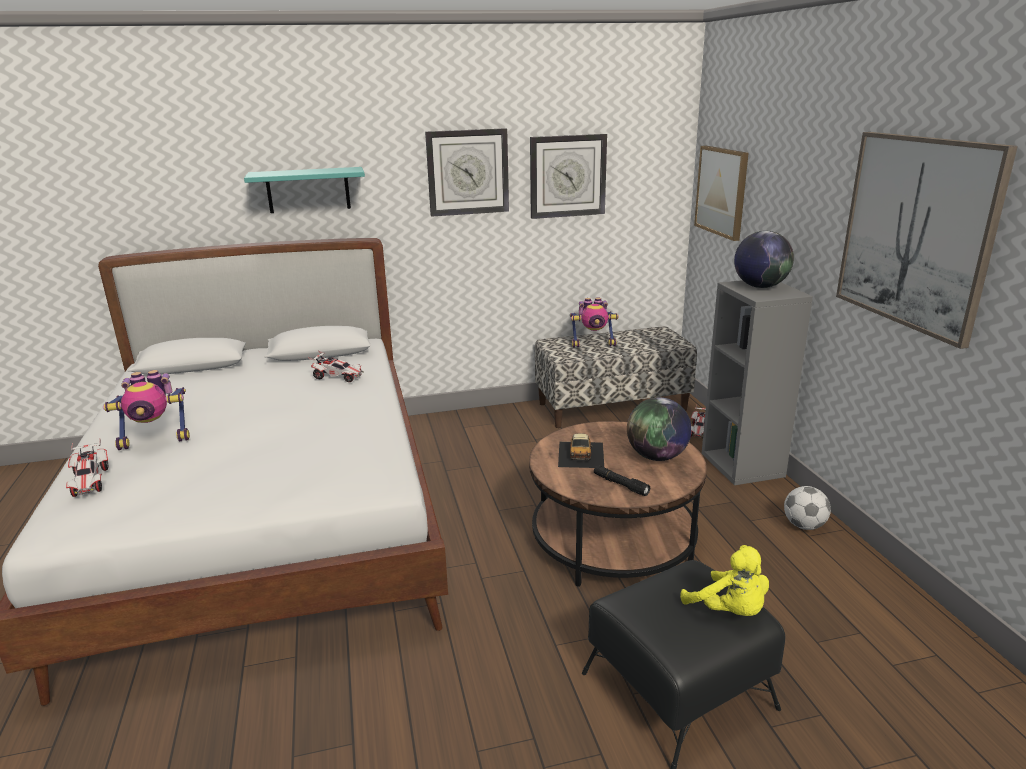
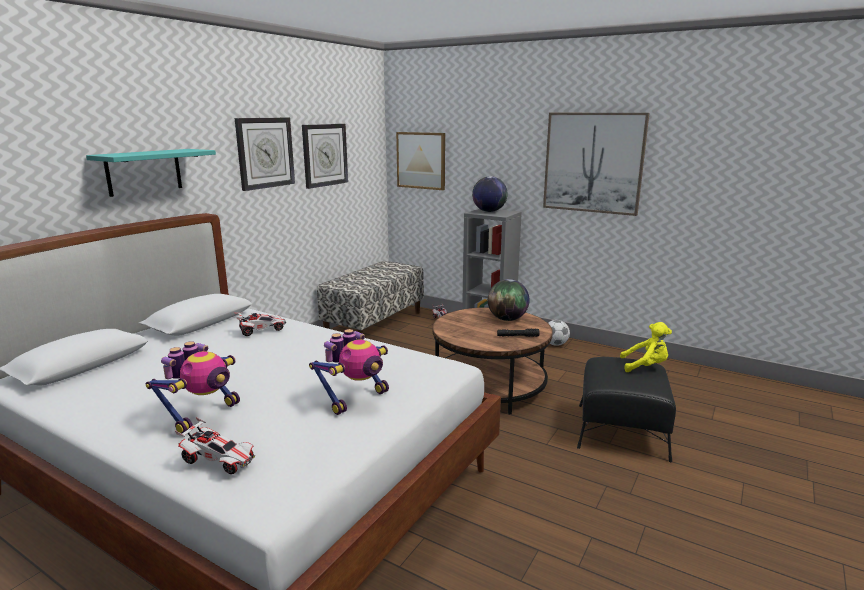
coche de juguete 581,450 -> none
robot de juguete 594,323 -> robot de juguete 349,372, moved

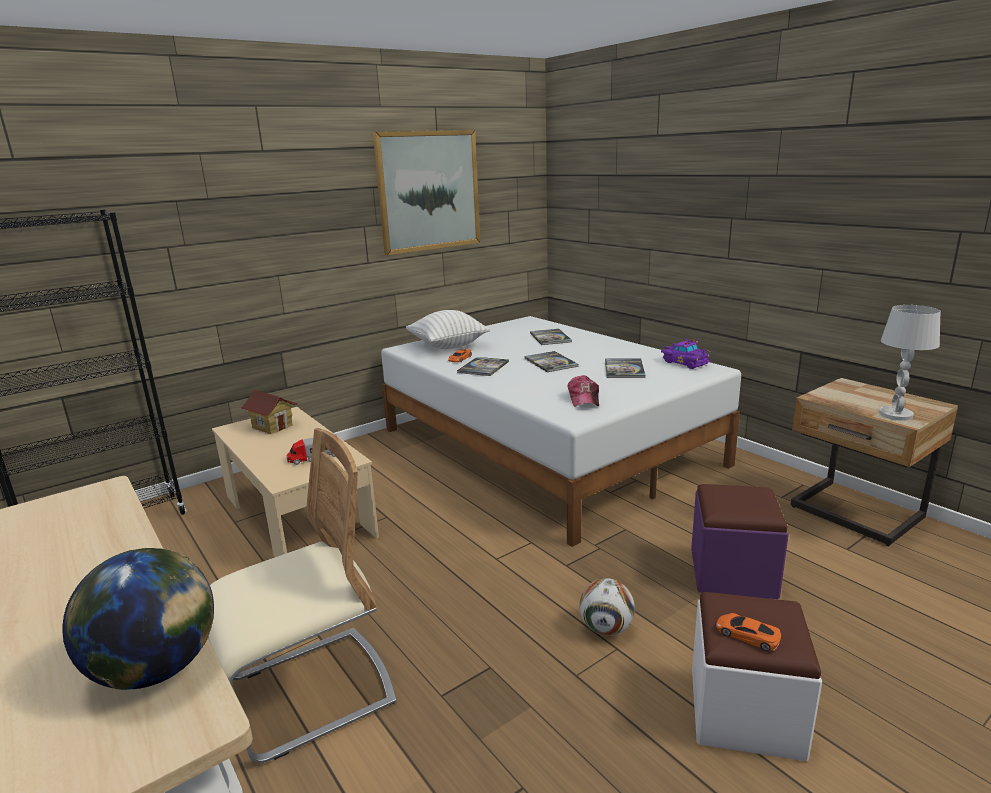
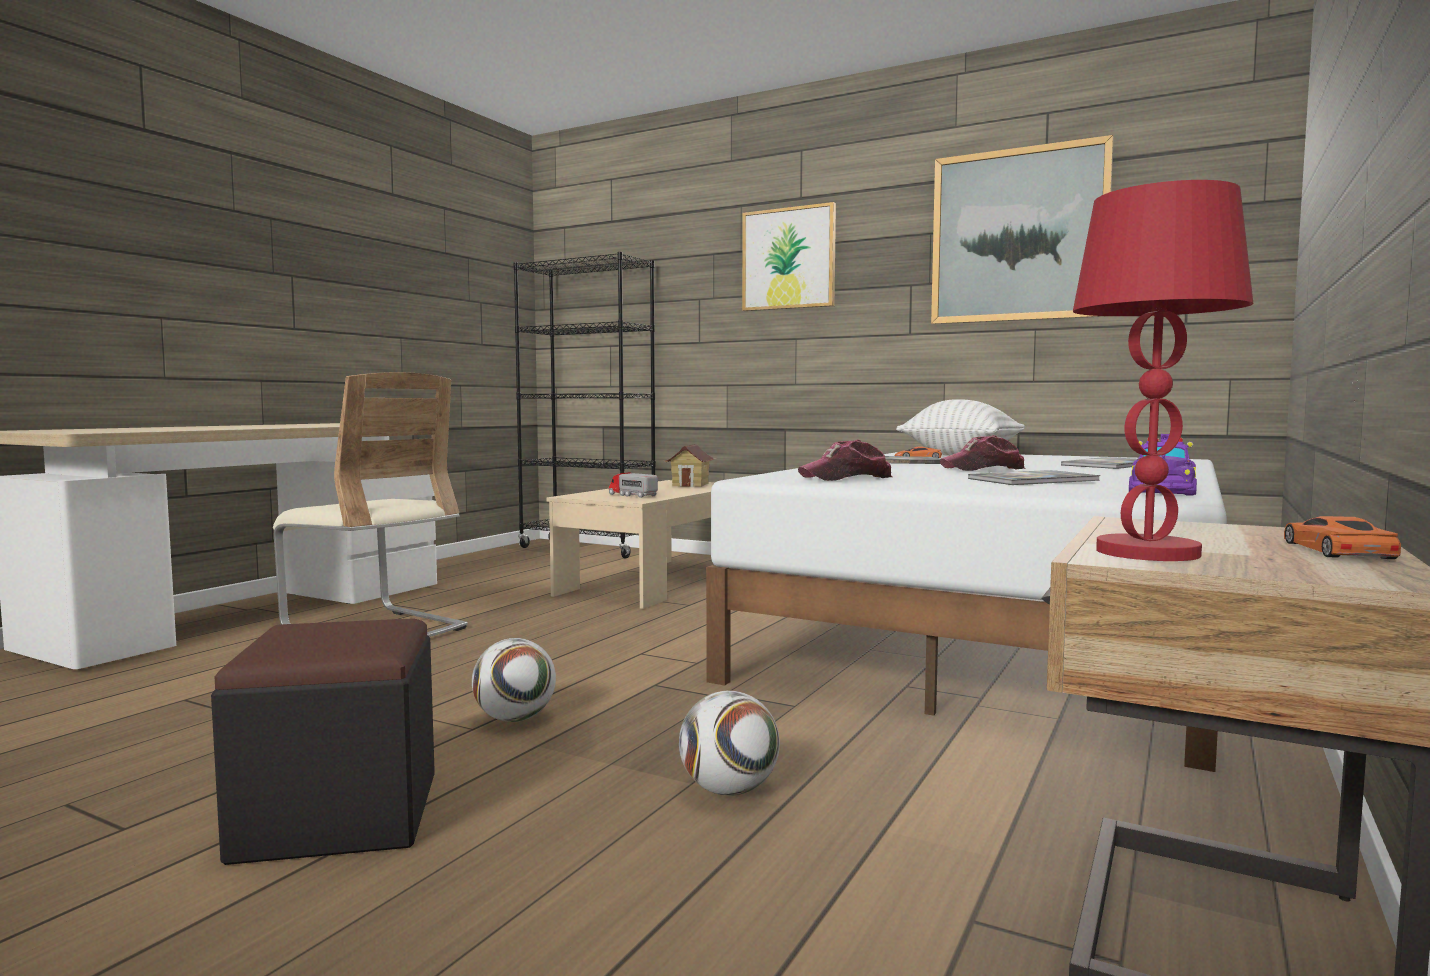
globo terráqueo 138,619 -> none
none -> cuadro 789,256
coche de juguete/naranja 748,632 -> coche de juguete/naranja 1342,537, moved
libro 551,361 -> gorra 983,453
puf/morado 740,541 -> balón de fútbol 729,743
puf/blanco 757,676 -> puf/negro 323,741
lámpara de mesa/blanco 909,363 -> lámpara de mesa/rojo 1163,370

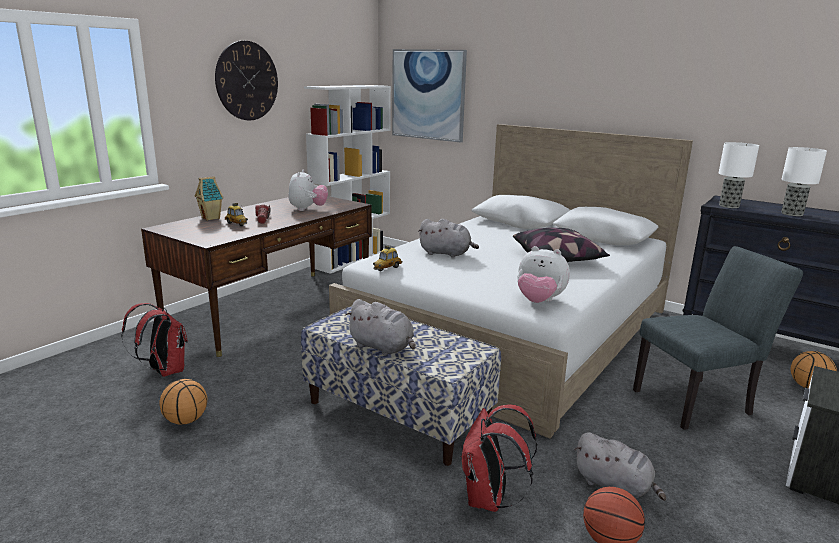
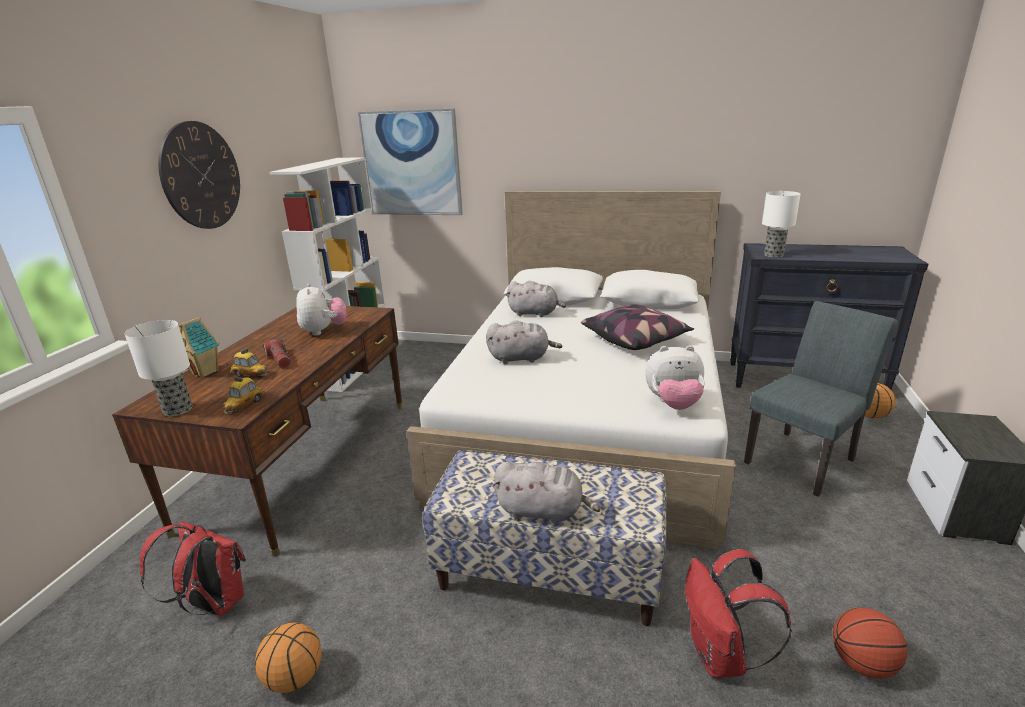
coche de juguete 387,258 -> coche de juguete 244,395, moved
peluche/gris 620,466 -> peluche/gris 536,298, moved
lámpara de mesa 804,181 -> lámpara de mesa 158,368, moved

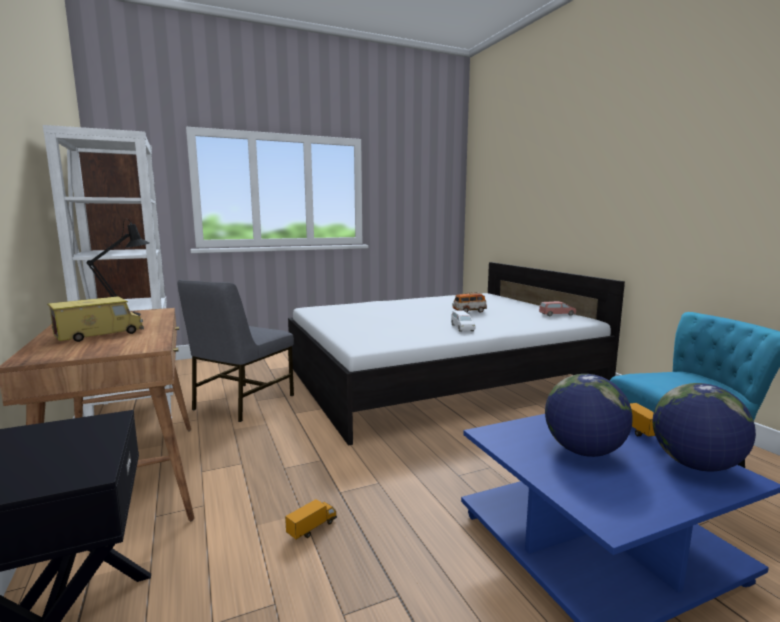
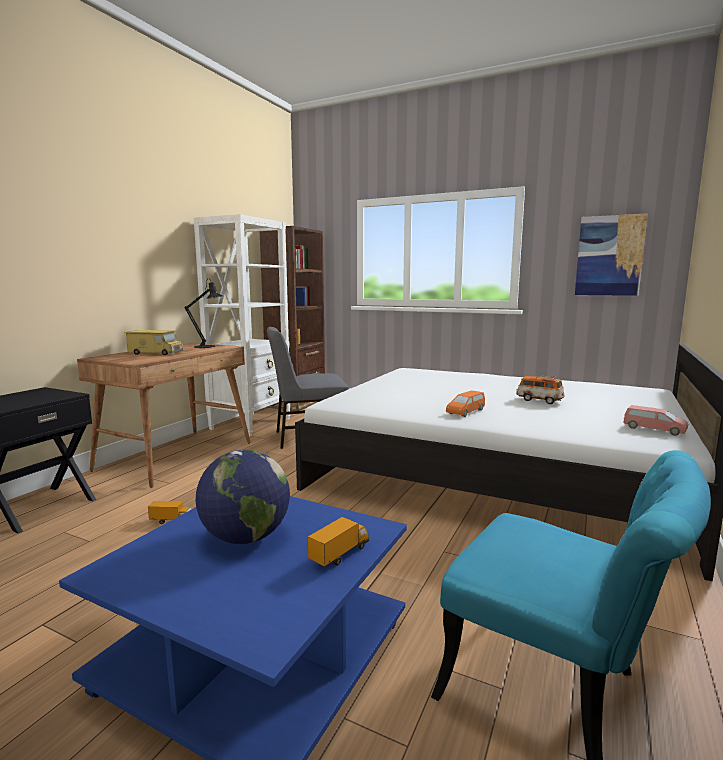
globo terráqueo 704,427 -> none
none -> cuadro 611,254
coche de juguete/blanco 463,321 -> coche de juguete/naranja 465,403

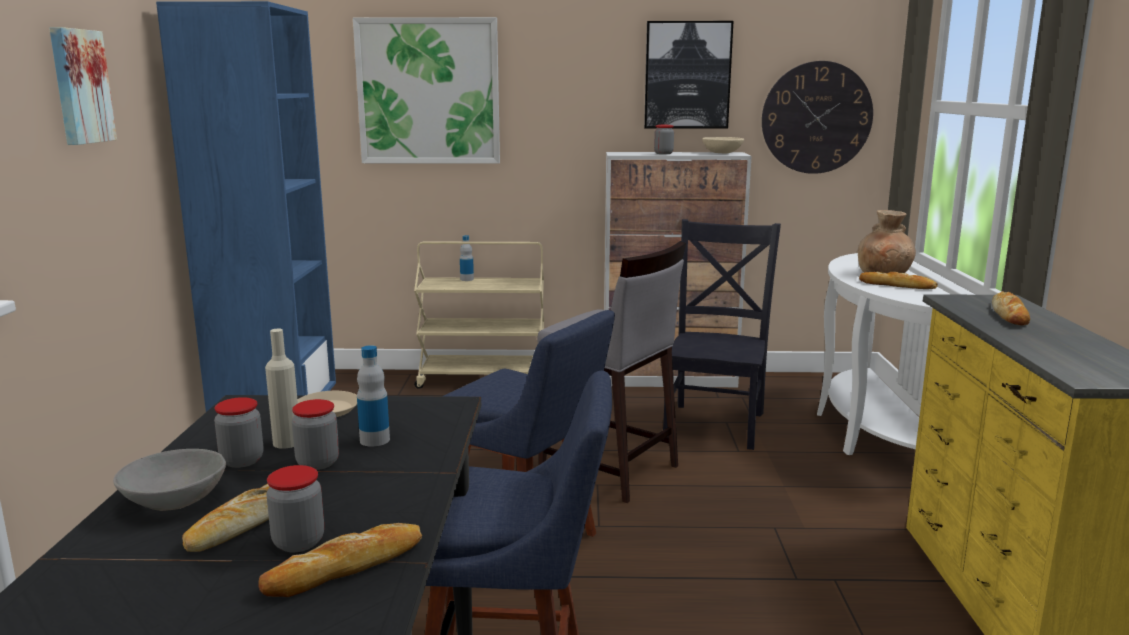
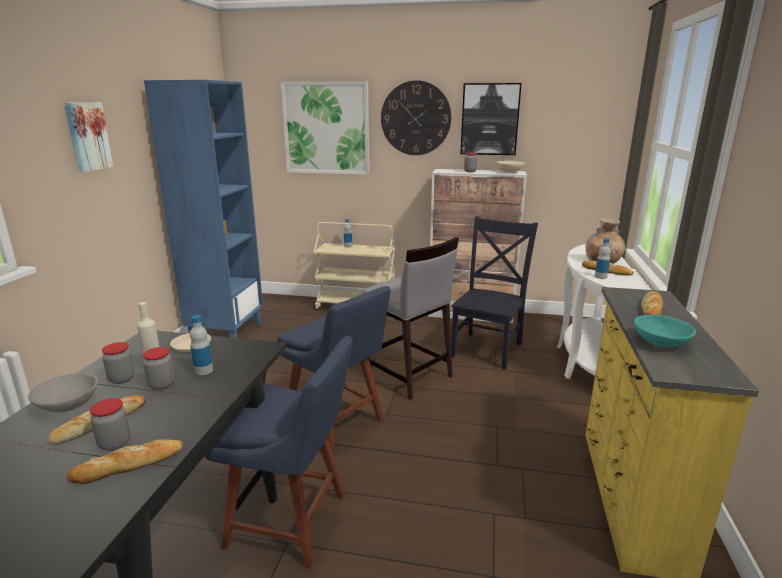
none -> botella 603,258
none -> cuenco/turquesa 665,331
reloj de pared 817,117 -> reloj de pared 416,117, moved

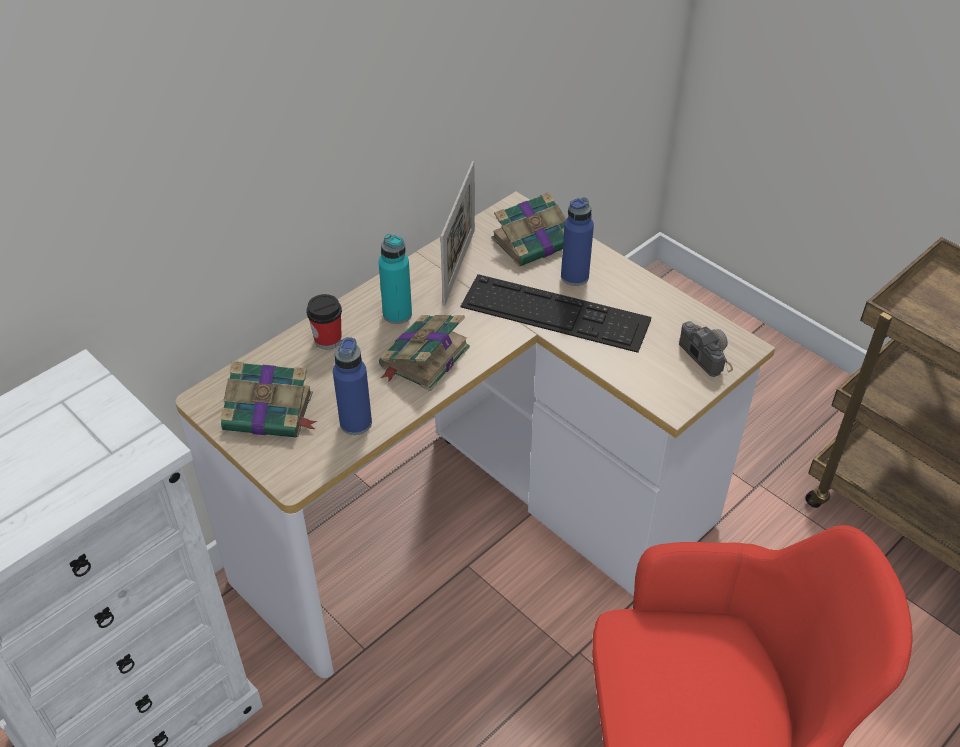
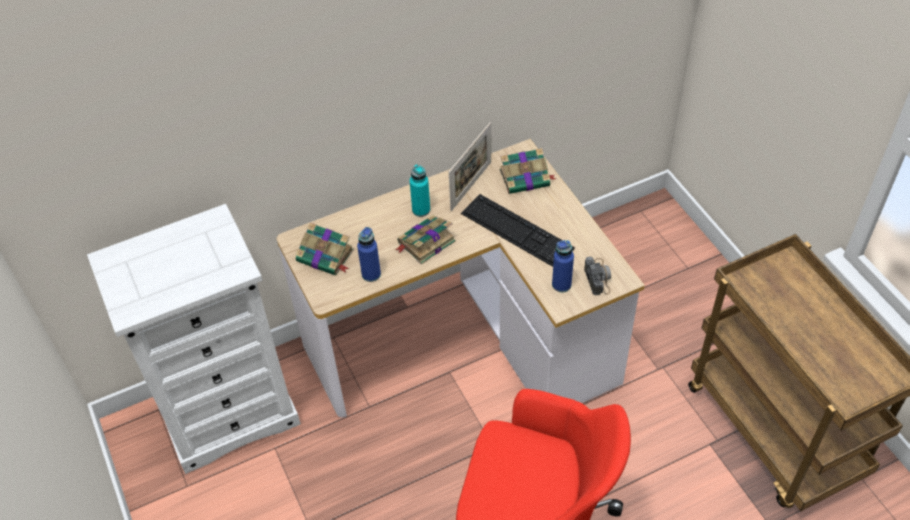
taza 324,322 -> none
botella/azul 577,241 -> botella/azul 563,266, moved

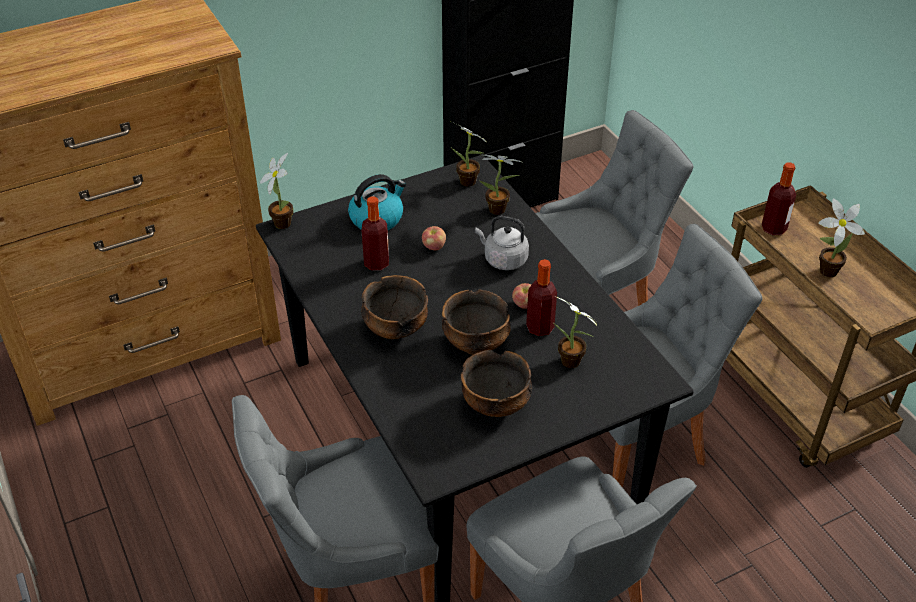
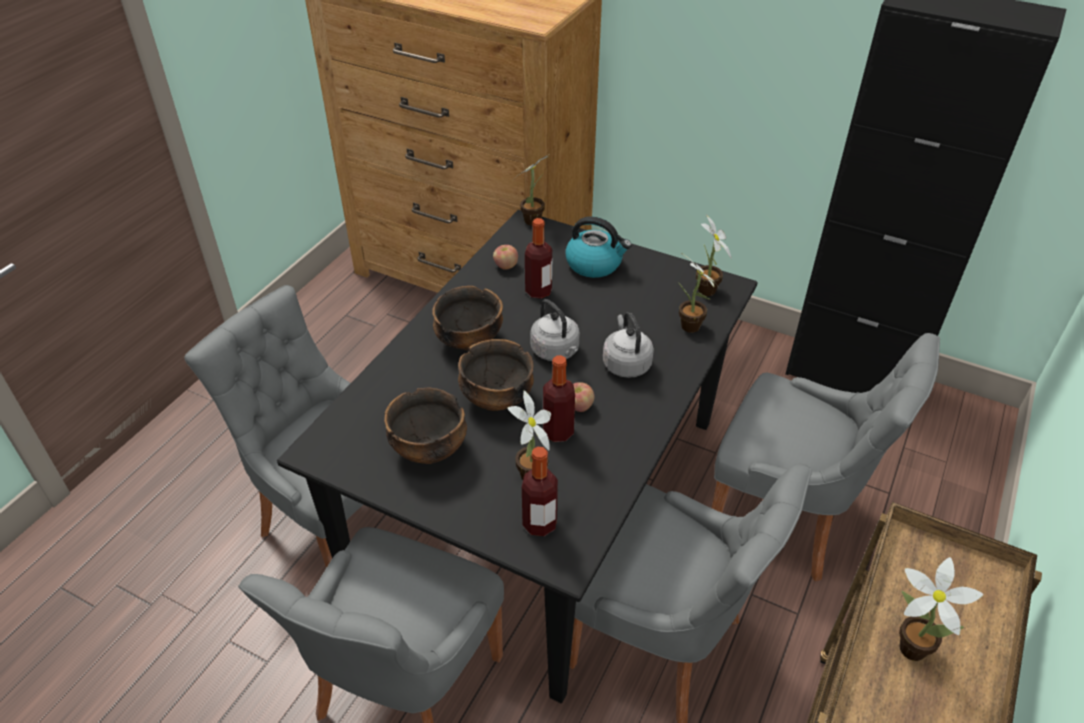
none -> hervidor/gris 555,330
manzana 434,238 -> manzana 505,257, moved
botella 779,198 -> botella 540,491, moved

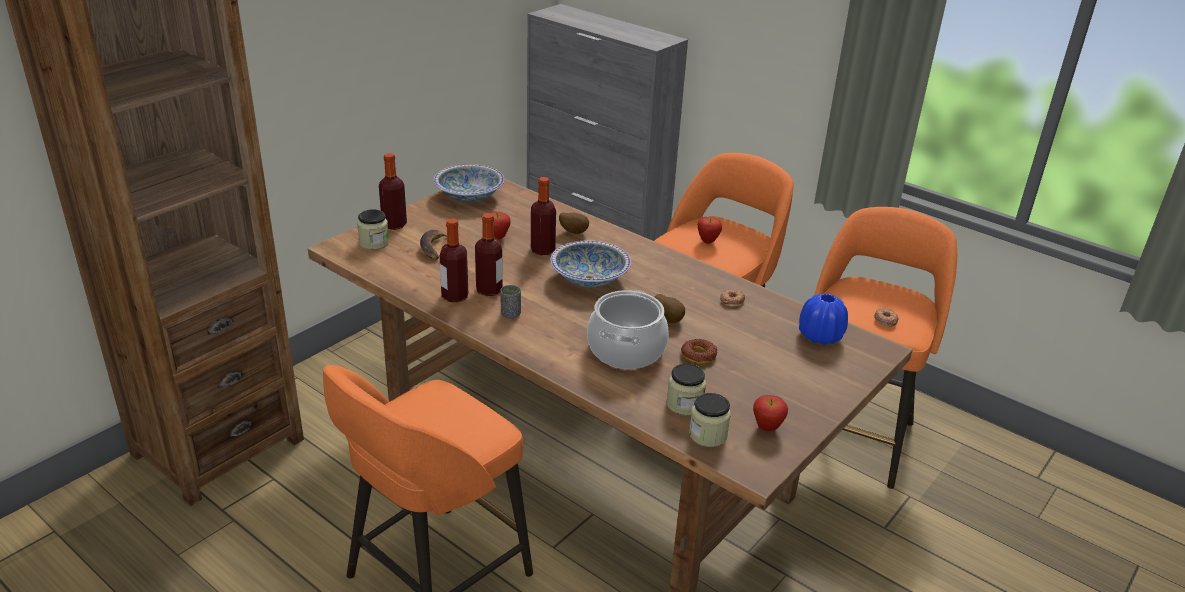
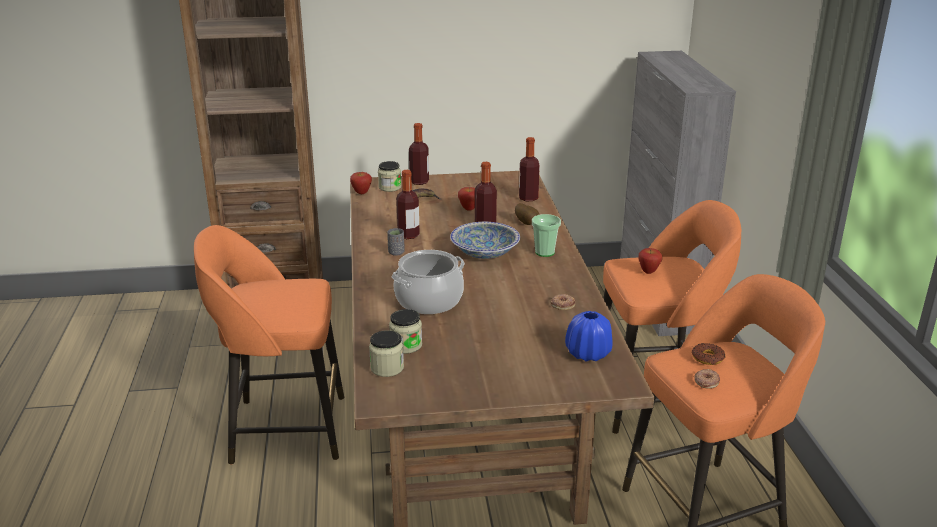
cuenco 469,183 -> none
patata 669,308 -> none
none -> taza 546,235
botella 454,260 -> botella 529,169, moved
rosquilla 699,351 -> rosquilla 709,354, moved
manzana 770,413 -> manzana 361,183, moved

